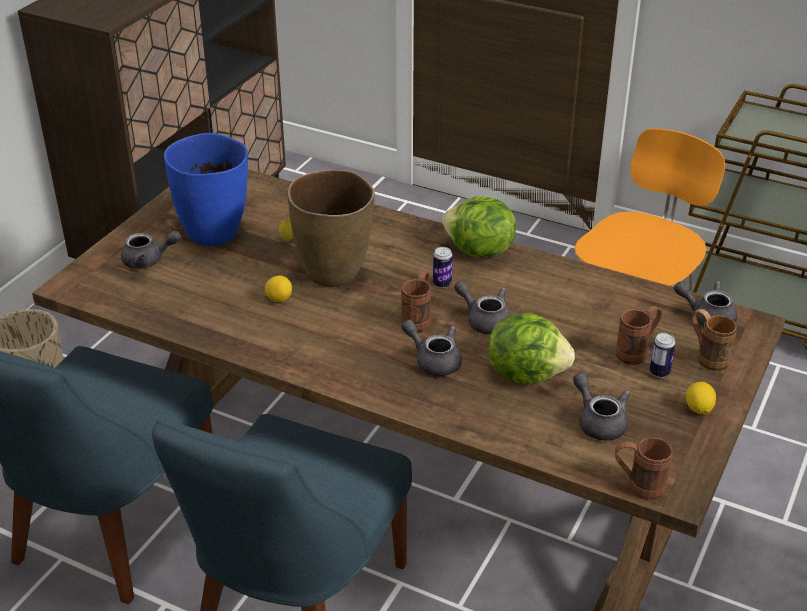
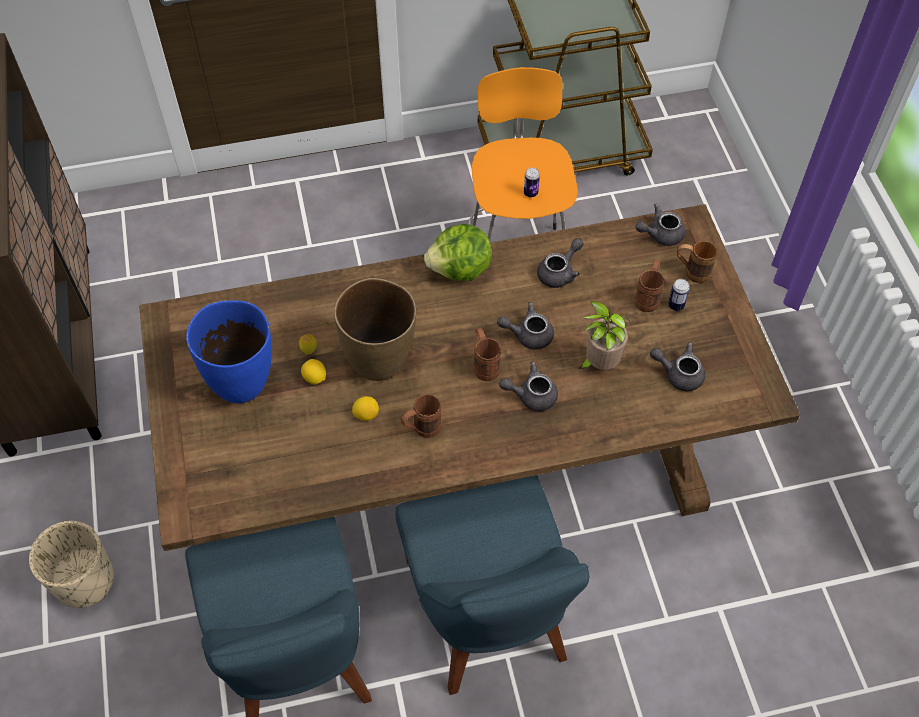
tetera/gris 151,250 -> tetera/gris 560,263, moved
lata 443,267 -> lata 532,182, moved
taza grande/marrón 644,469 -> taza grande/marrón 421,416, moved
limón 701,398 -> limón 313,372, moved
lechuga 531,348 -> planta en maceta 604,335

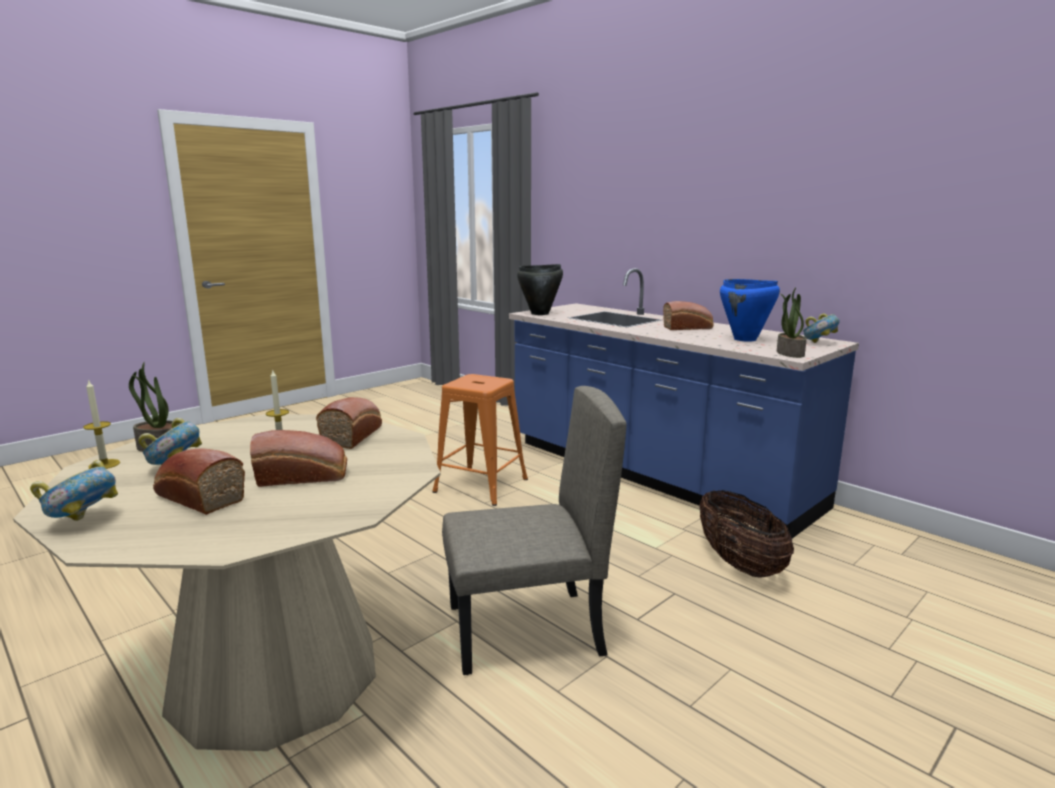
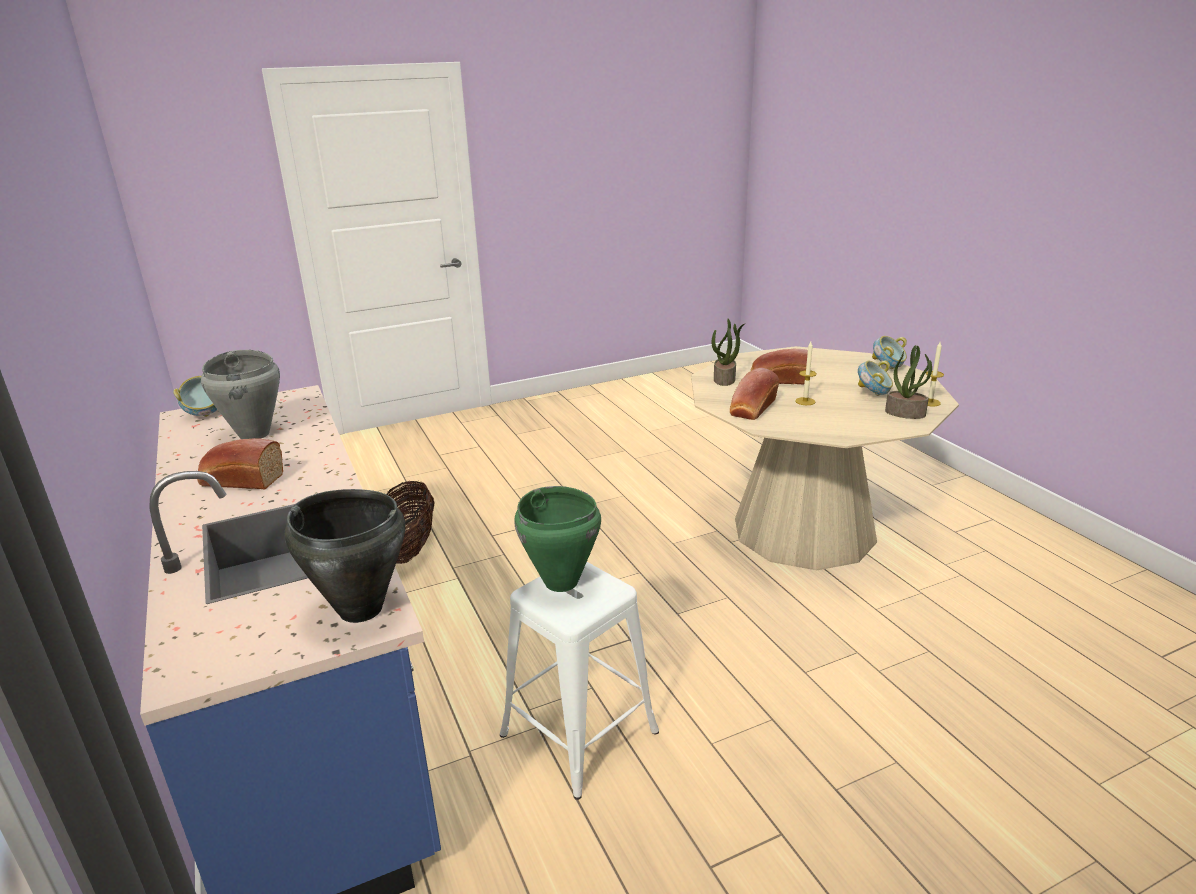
pan 199,482 -> none
silla/beis 534,530 -> none
none -> olla/verde 557,539
planta en maceta 792,323 -> planta en maceta 729,352, moved
taburete/naranja 480,440 -> taburete/blanco 579,681
olla/azul 750,310 -> olla/gris 240,394

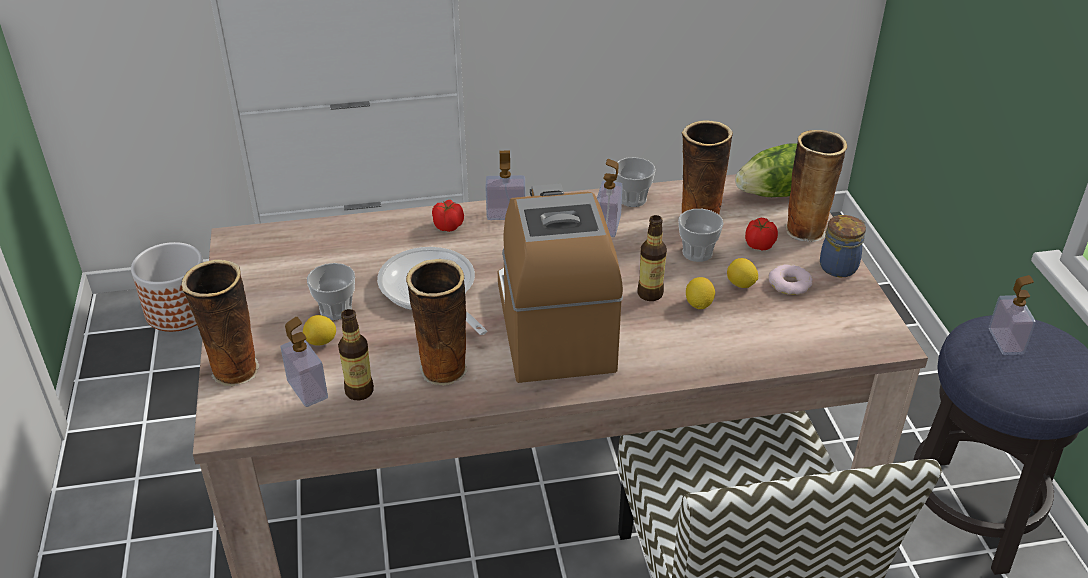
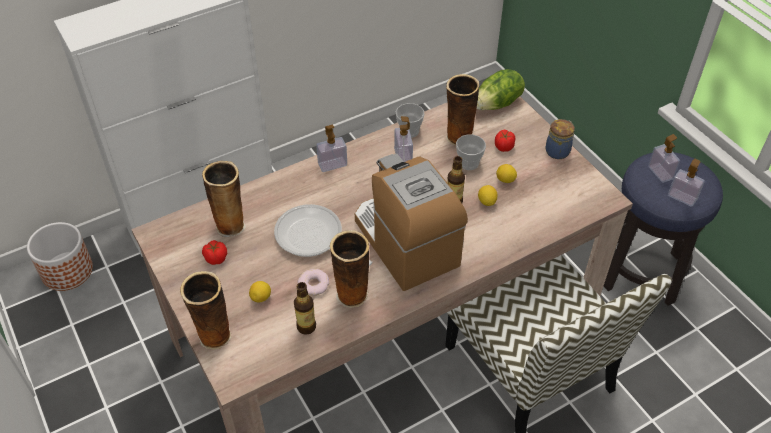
taza 331,291 -> none
dispensador de jabón 304,362 -> dispensador de jabón 686,183, moved
tomate 448,216 -> tomate 214,252, moved
rosquilla 790,280 -> rosquilla 313,282, moved
florero 816,186 -> florero 224,199, moved

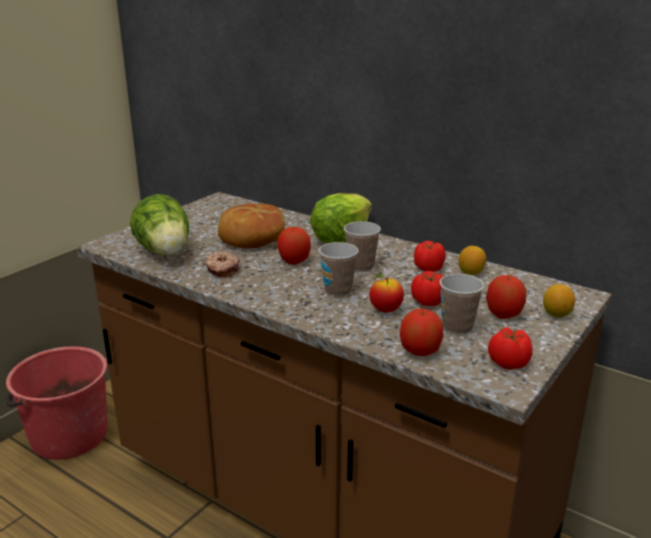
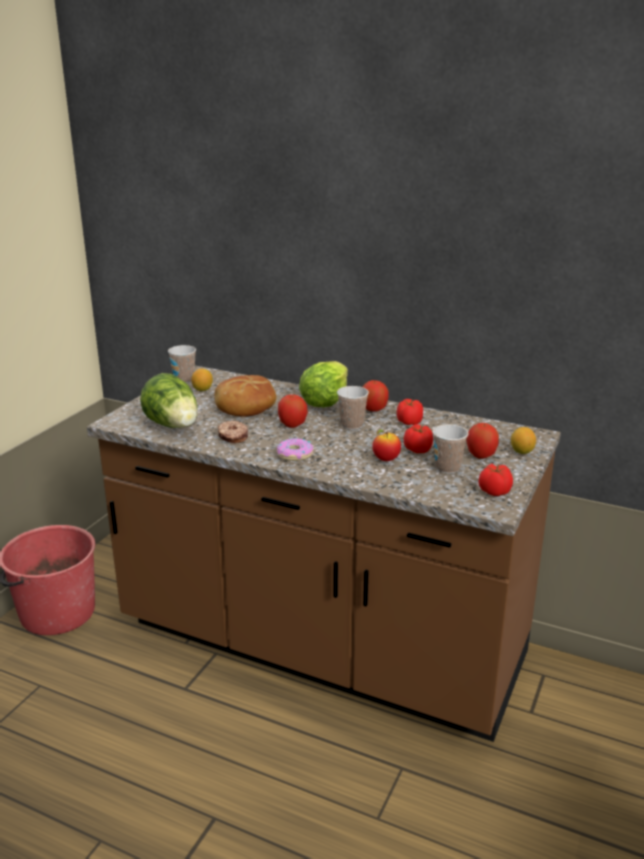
none -> rosquilla 295,449
taza 339,269 -> taza 182,364, moved
manzana 421,332 -> manzana 376,395, moved
limón 472,260 -> limón 202,380, moved

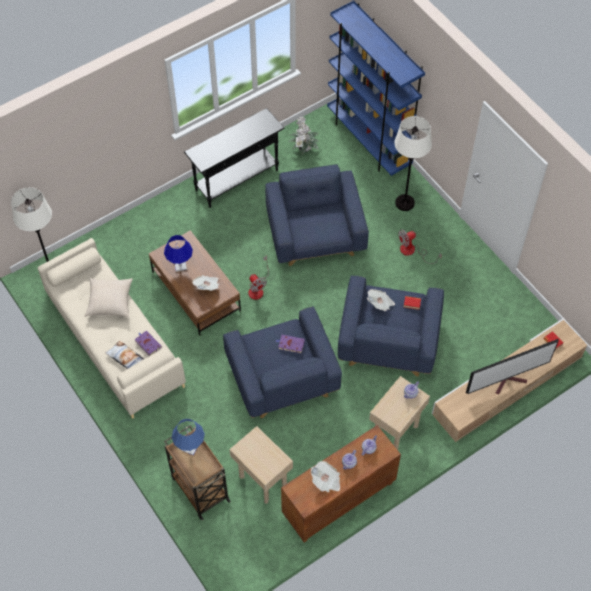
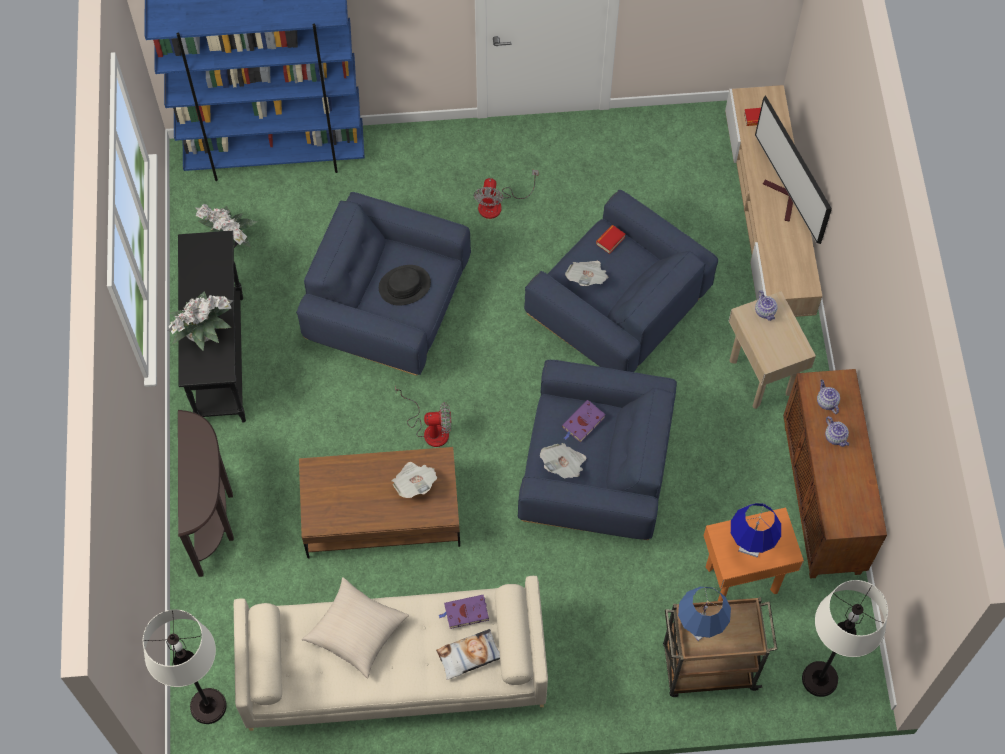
none -> planta en maceta 201,321
none -> mesa consola/marrón 206,493
none -> sombrero/negro 405,285
lámpara de mesa/azul 178,253 -> lámpara de mesa/azul 756,530, moved
periódico 325,476 -> periódico 563,460, moved
lámpara de pie/blanco 413,163 -> lámpara de pie/blanco 845,638, moved
mesa auxiliar/beis 261,465 -> mesa auxiliar/naranja 754,554
televisor 512,367 -> televisor 793,169, 150 degrees clockwise

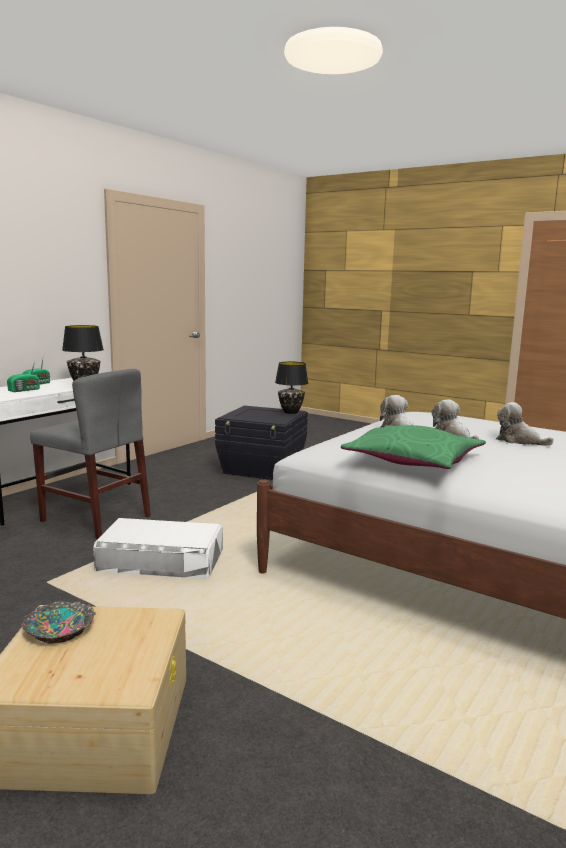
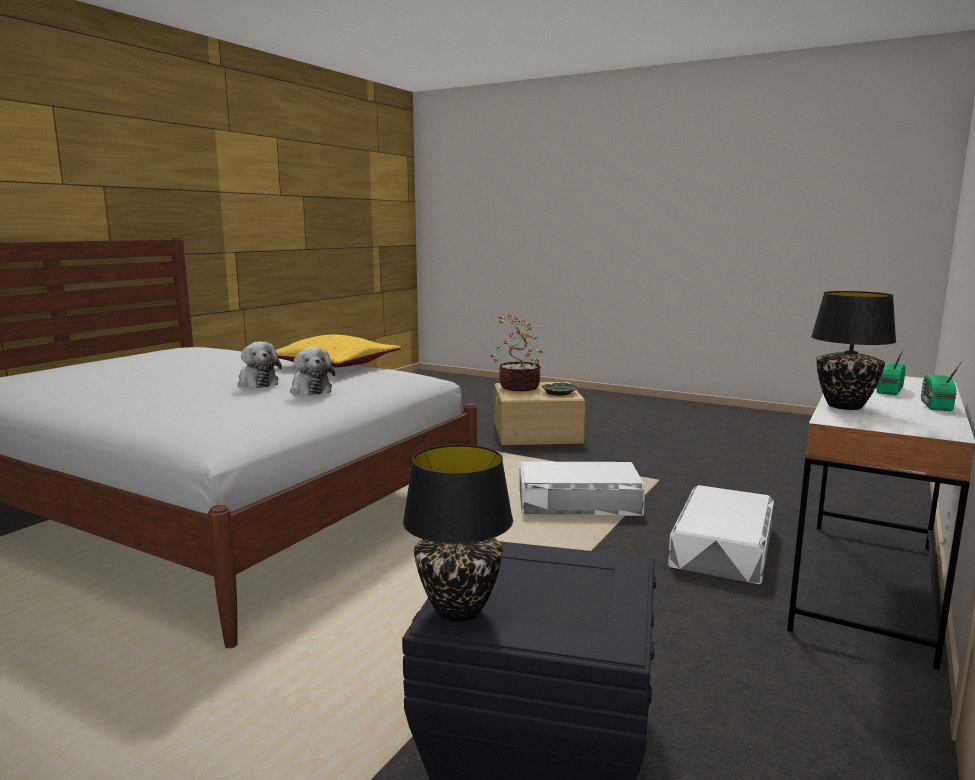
peluche 525,424 -> none
none -> planta en maceta 516,352
silla/gris 90,454 -> caja de almacenaje/blanco 721,534
cojín/verde 413,447 -> cojín/amarillo 338,351

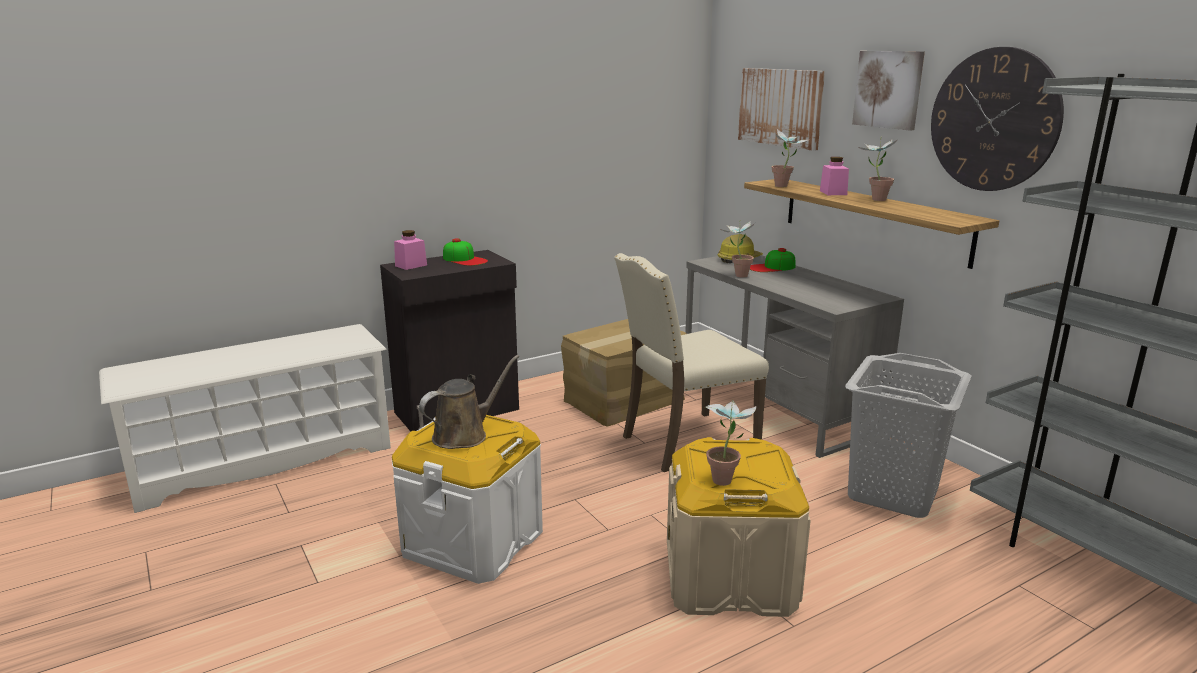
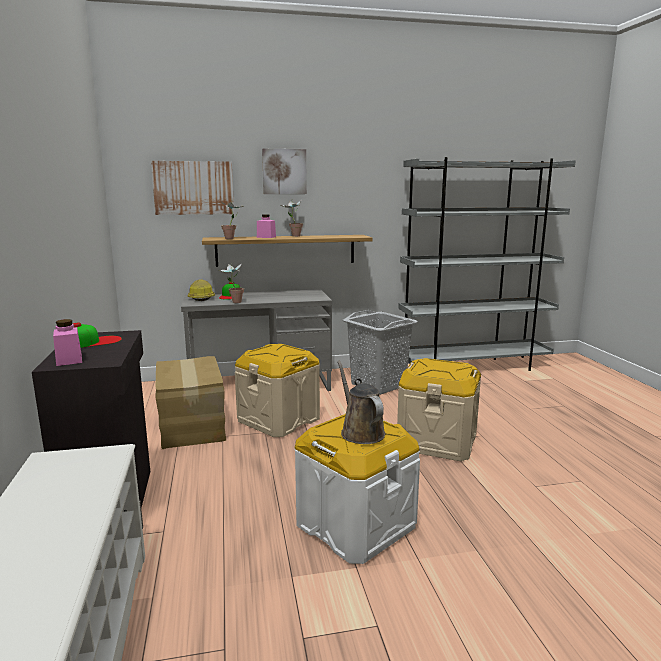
planta en maceta 731,443 -> none
reloj de pared 997,119 -> none
silla/beis 691,362 -> caja de almacenaje/beis 277,390

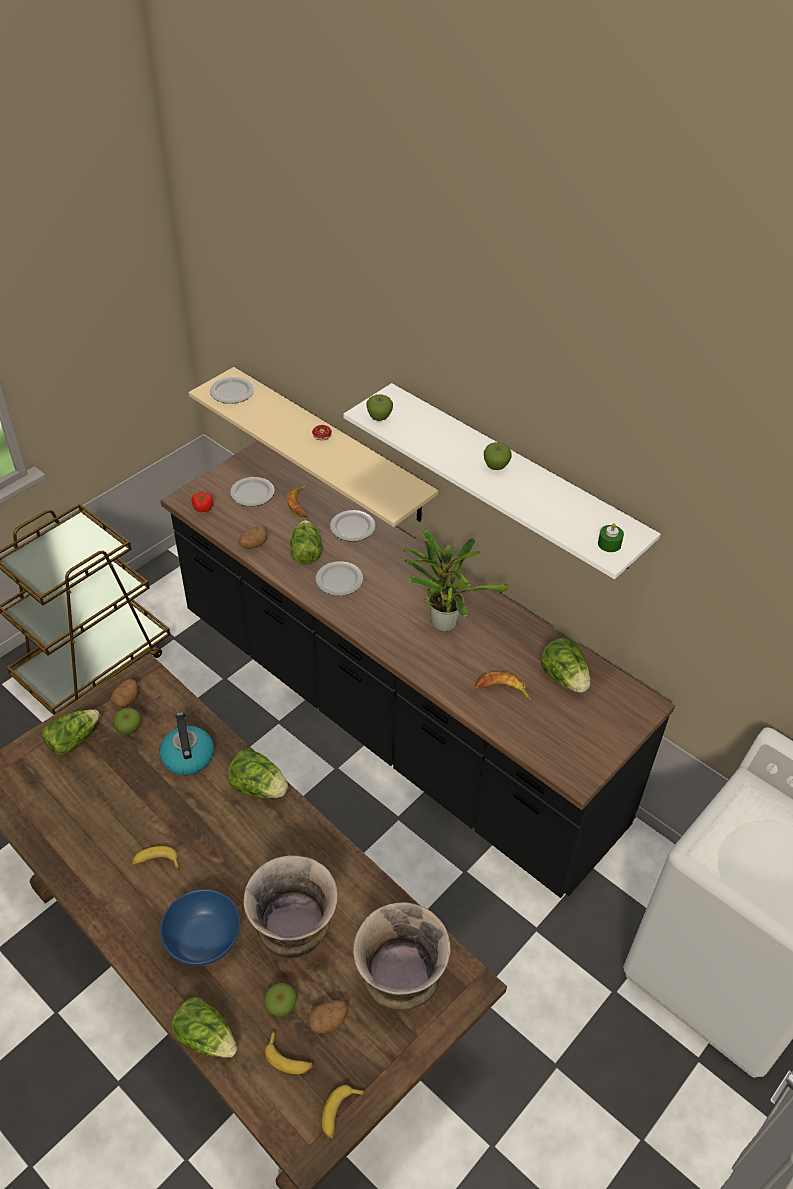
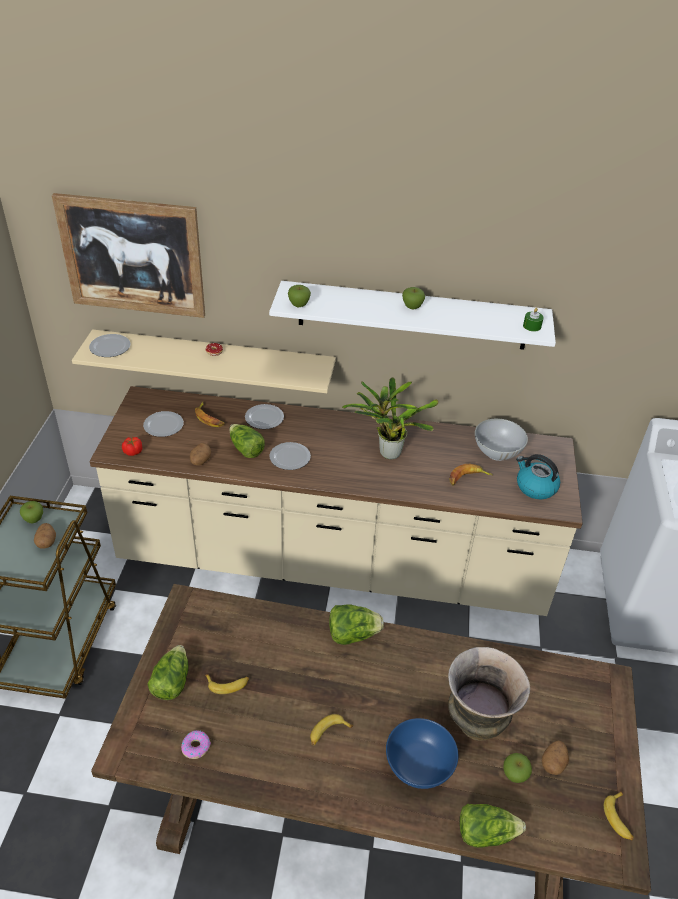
florero 402,956 -> none
none -> cuadro 128,255
none -> rosquilla 196,744
patata 124,693 -> patata 45,536, moved
manzana 126,721 -> manzana 31,512, moved
hervidor 187,743 -> hervidor 538,476, moved
plátano 289,1052 -> plátano 227,684, moved
lechuga 566,665 -> cuenco/blanco 501,439
mueble bajo de cocina/negro 417,669 -> mueble bajo de cocina/beis 336,501

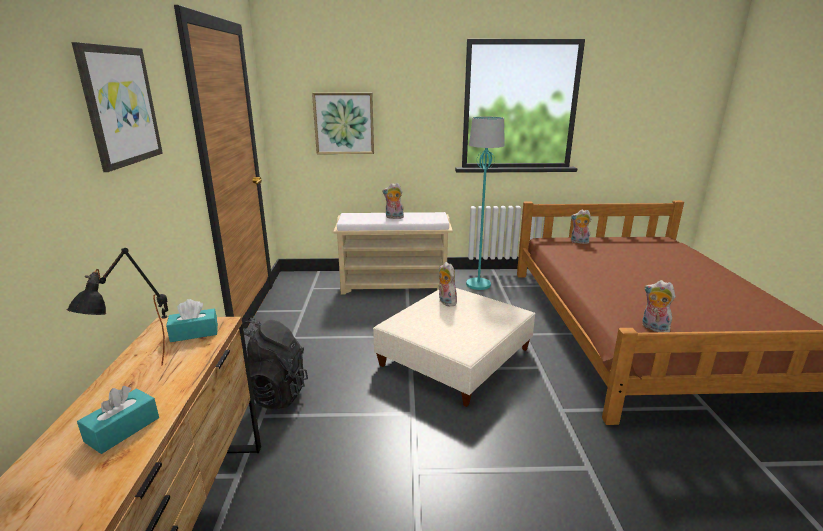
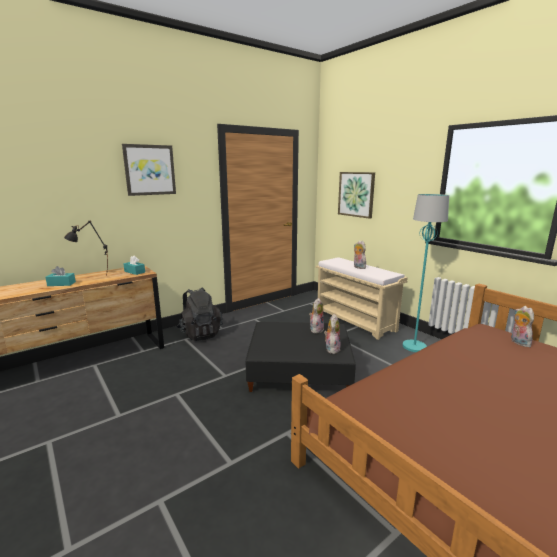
peluche 658,306 -> peluche 332,334, moved
puf/beis 454,347 -> puf/negro 300,357

